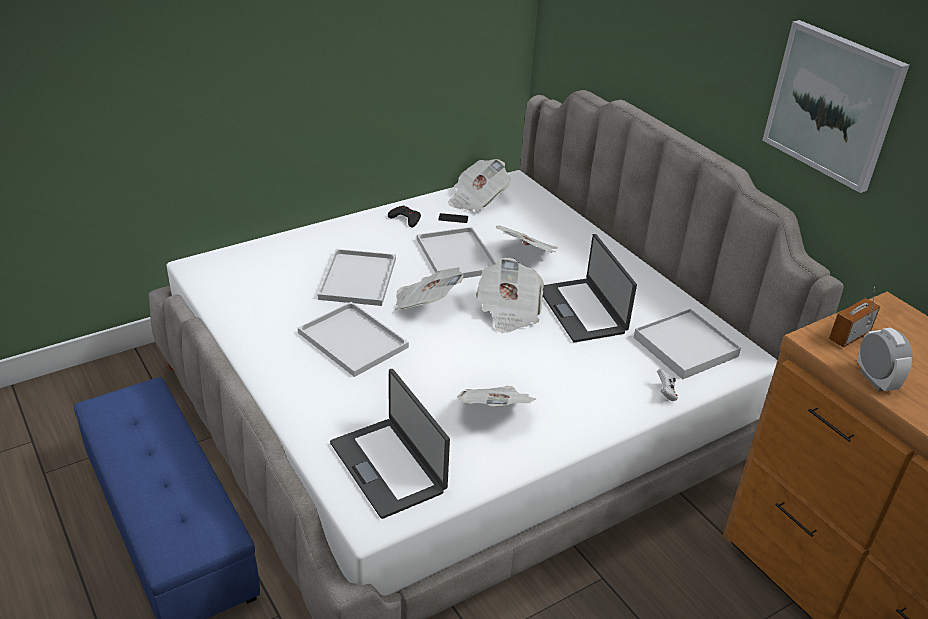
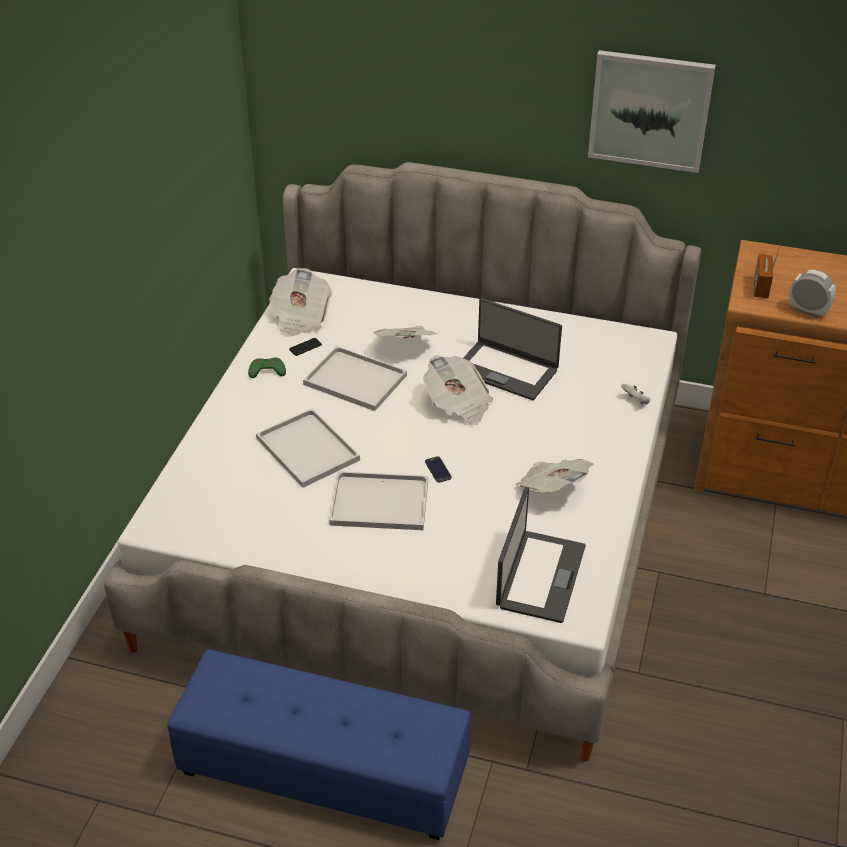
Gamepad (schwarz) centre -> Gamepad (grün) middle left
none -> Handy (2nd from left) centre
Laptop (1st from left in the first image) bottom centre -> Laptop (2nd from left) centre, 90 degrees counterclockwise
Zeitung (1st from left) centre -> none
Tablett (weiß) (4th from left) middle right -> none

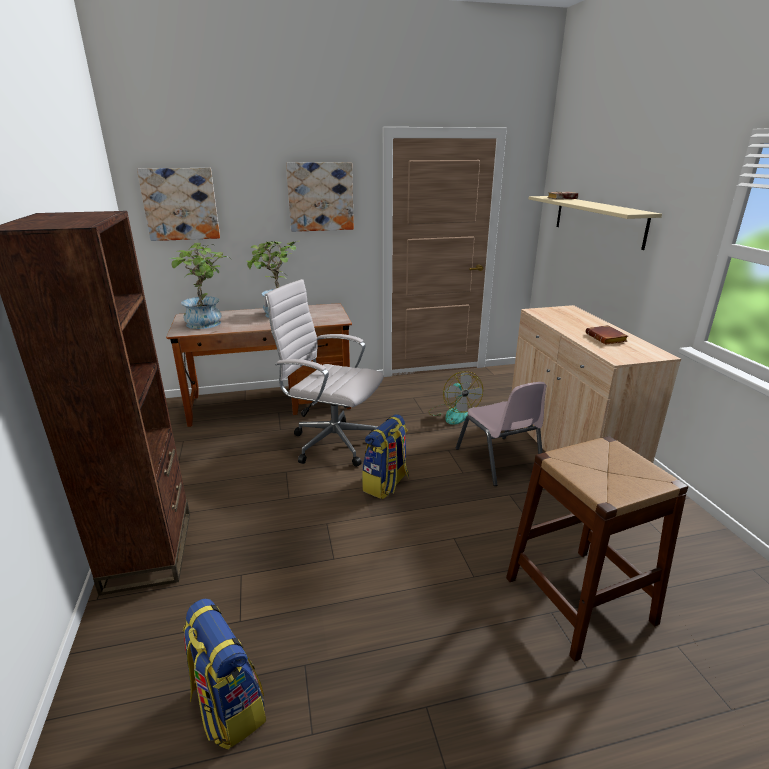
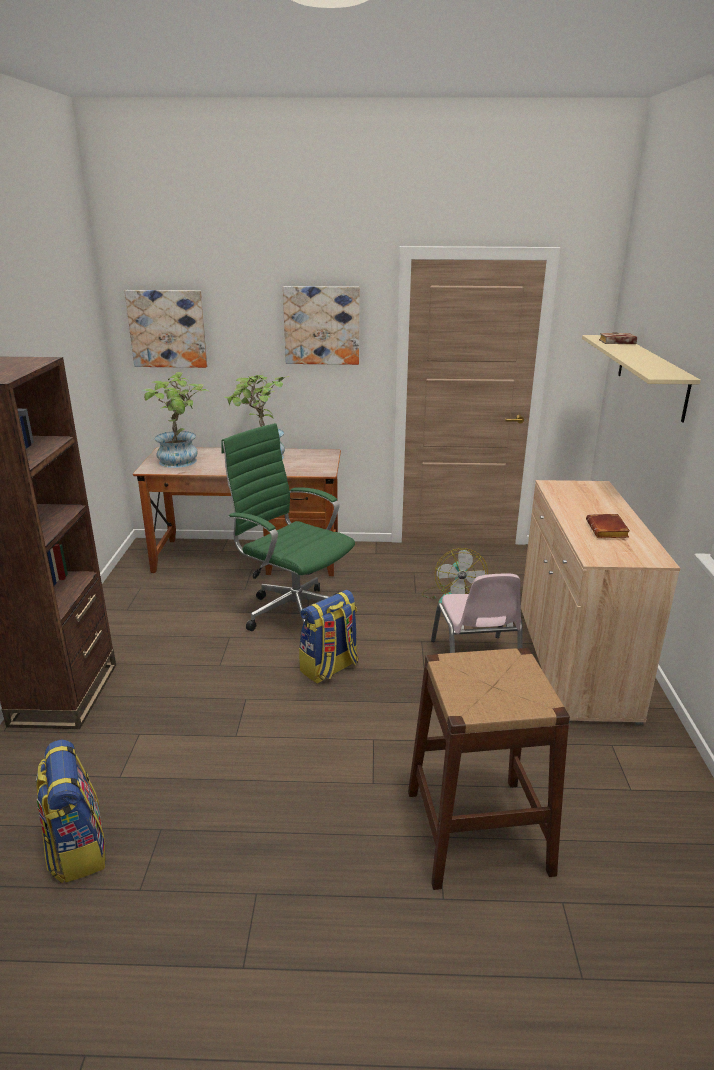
Bürostuhl (weiß) centre -> Bürostuhl (grün) centre

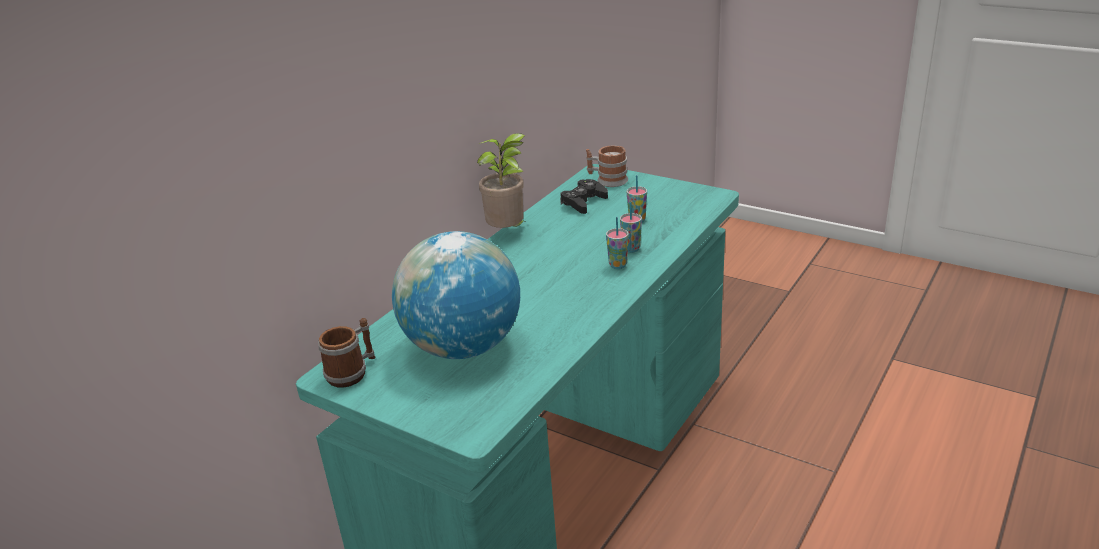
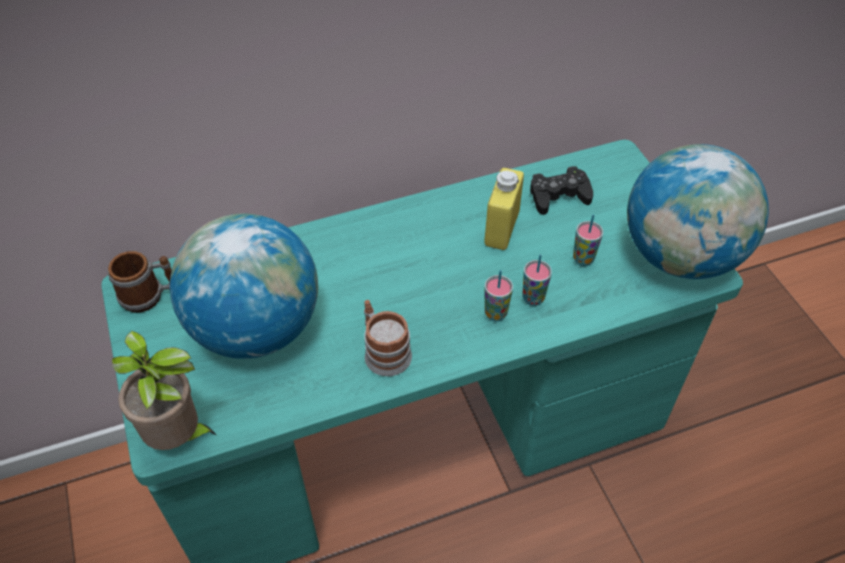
Topfpflanze top centre -> Topfpflanze bottom left, moved
Henkelbecher (2nd from left) top centre -> Henkelbecher (2nd from left) centre, moved
none -> Flasche (gelb) centre
none -> Globus (2nd from left) middle right

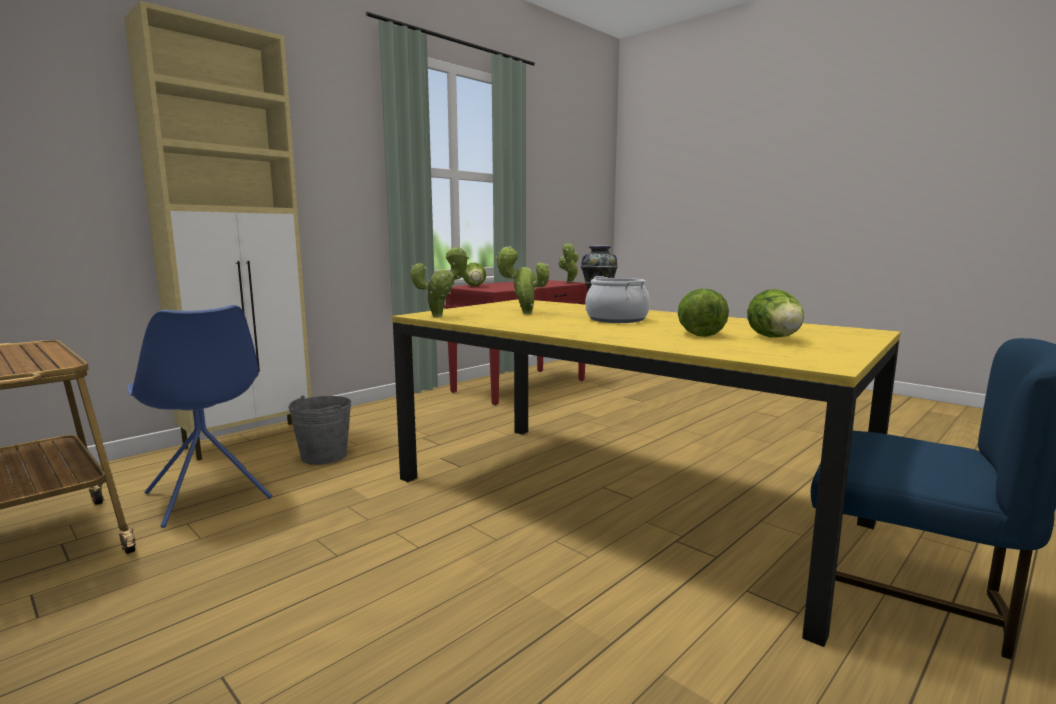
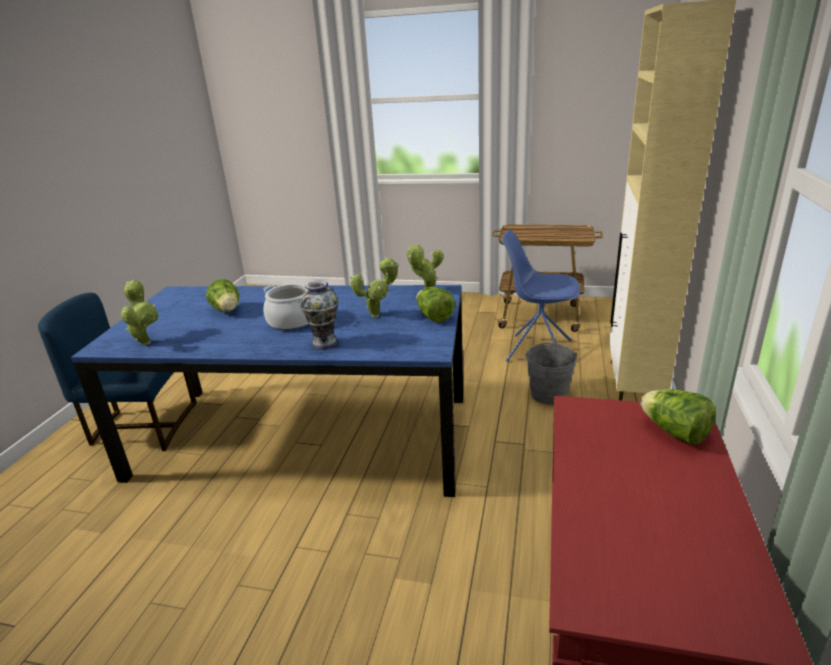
Esstisch (gelb) bottom centre -> Esstisch (blau) middle left
Topfpflanze (3rd from left in the first image) centre -> Topfpflanze (1st from left) middle left, moved
Salatkopf (3rd from left in the first image) middle right -> Salatkopf (2nd from left) centre, moved

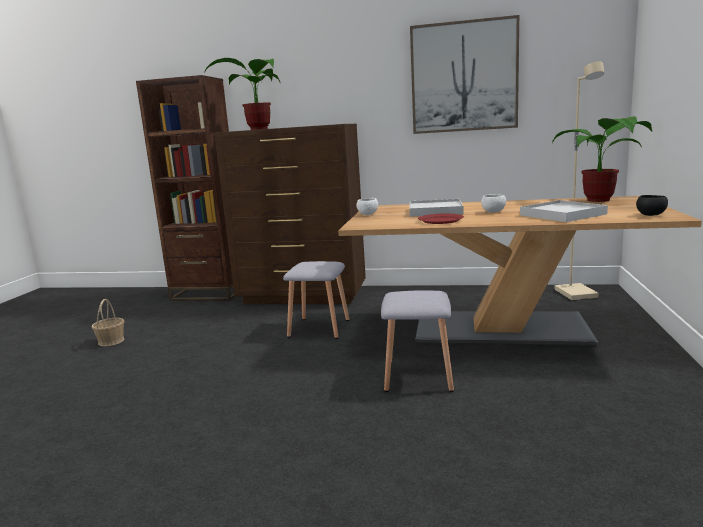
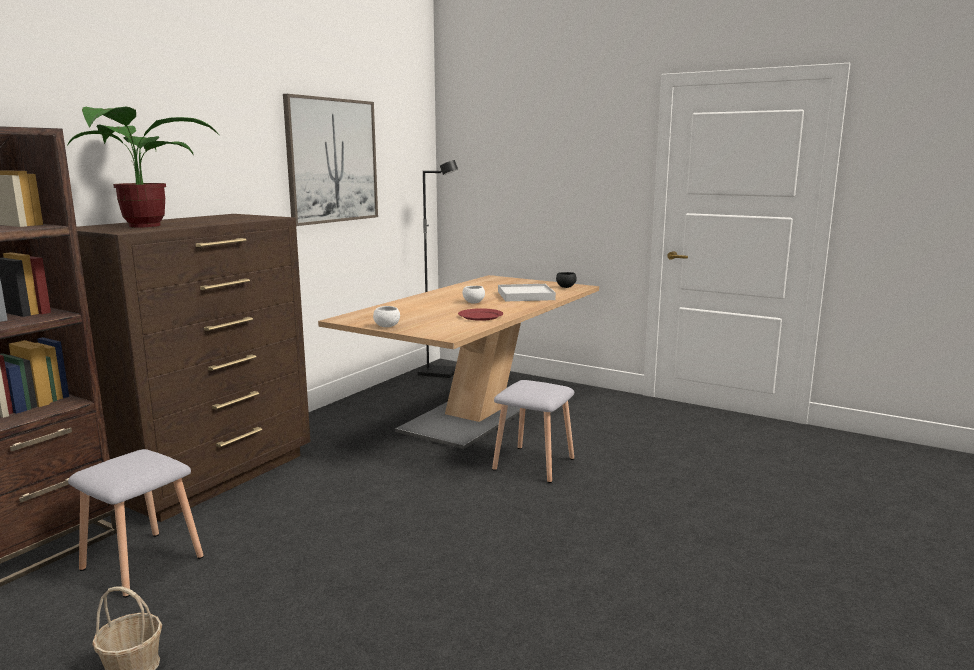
Hocker (grau) (1st from left) centre -> Hocker (grau) (1st from left) bottom left, moved
Stehlampe (beige) middle right -> Stehlampe (schwarz) centre
Tablett (weiß) (1st from left) centre -> none
Topfpflanze (2nd from left) top right -> none

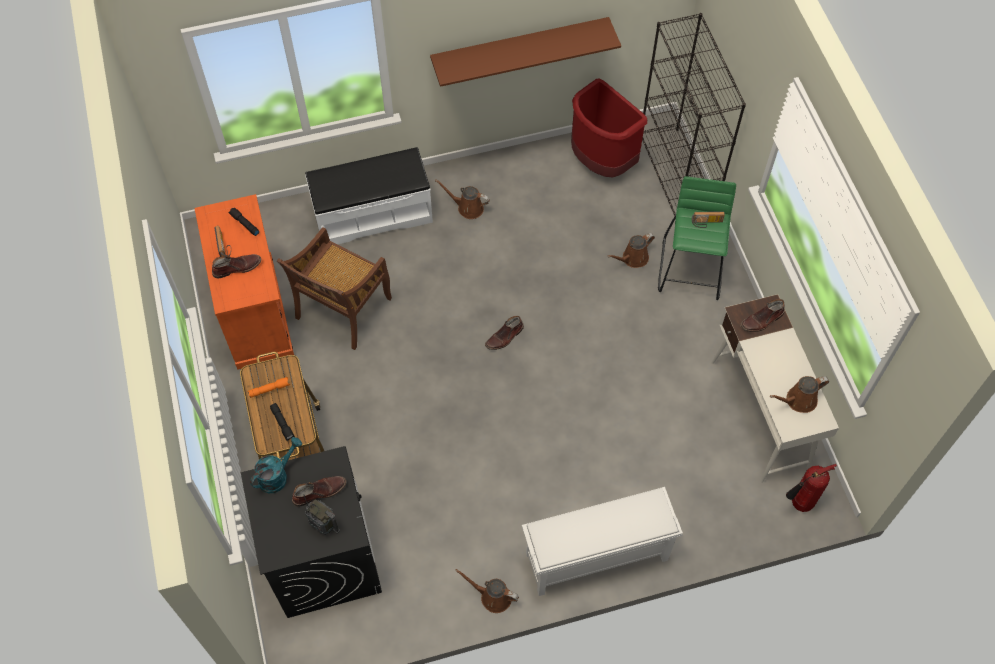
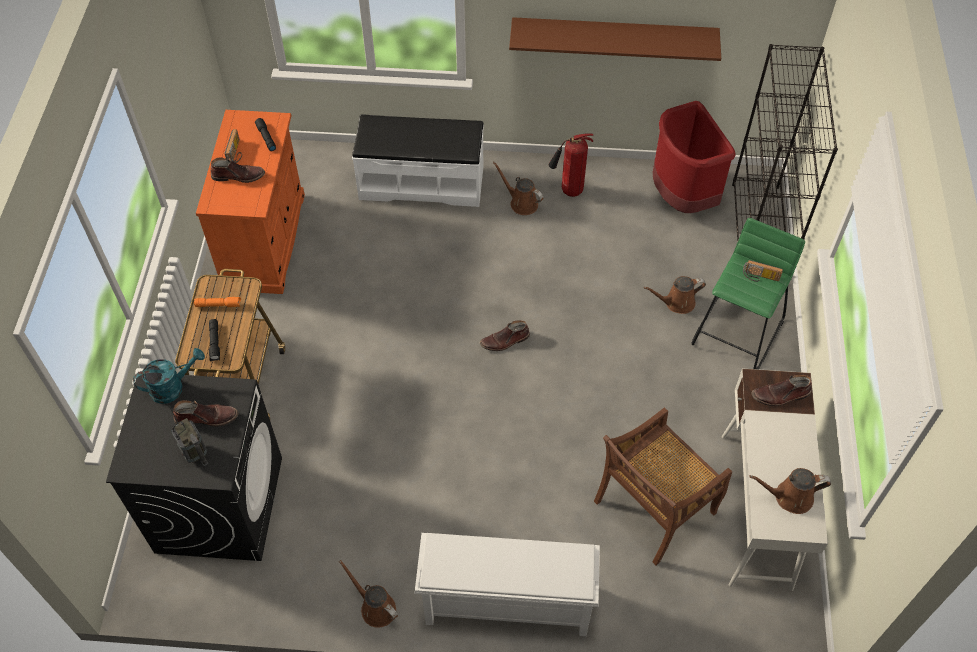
Feuerlöscher bottom right -> Feuerlöscher top centre, moved
Stuhl (braun) centre -> Stuhl (braun) bottom right, moved

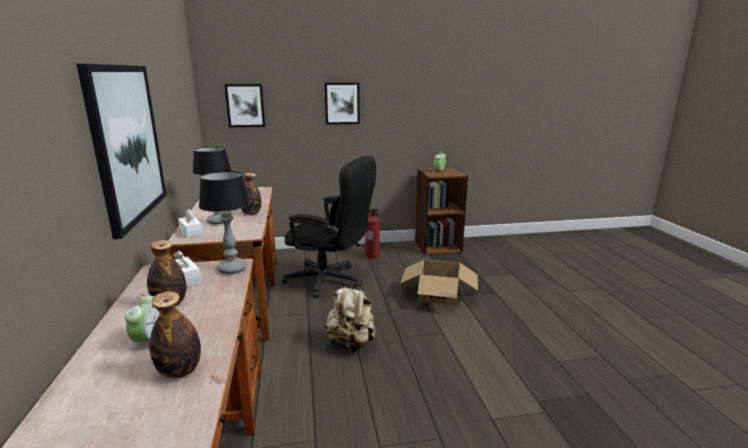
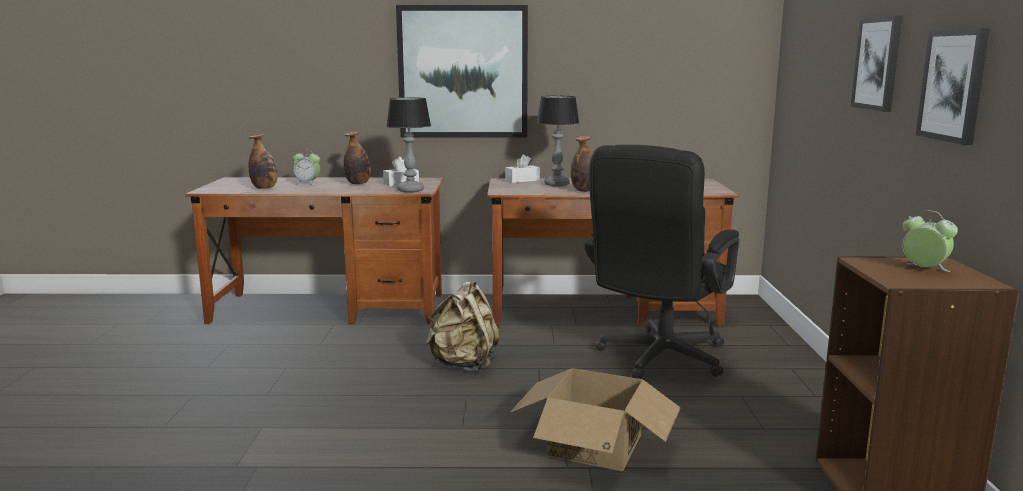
Bild (2nd from left in the first image) top left -> Bild (3rd from left) top right, moved
Feuerlöscher centre -> none

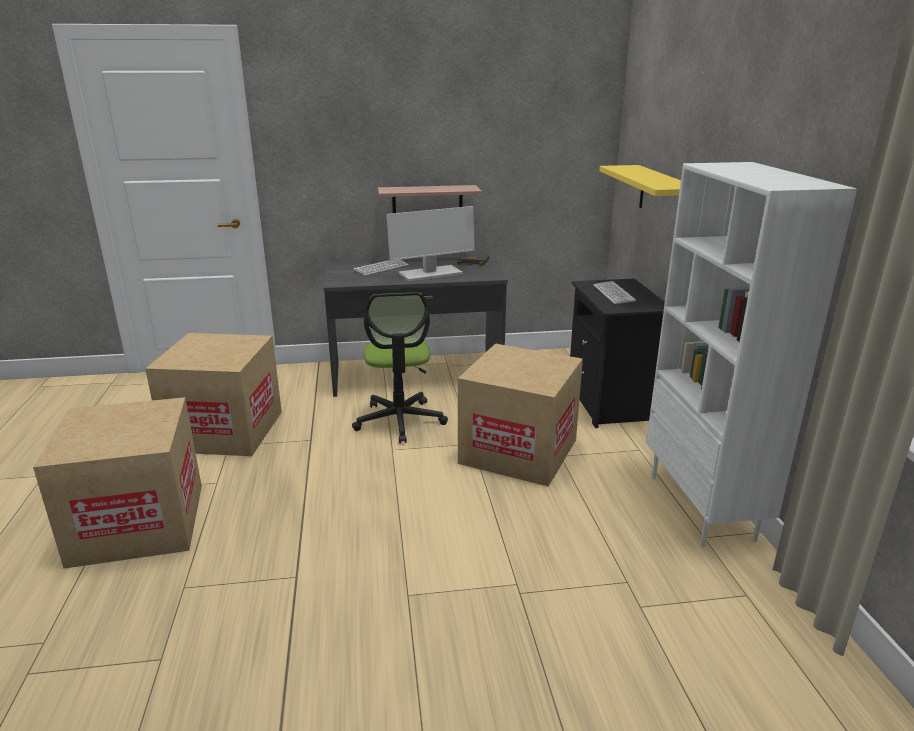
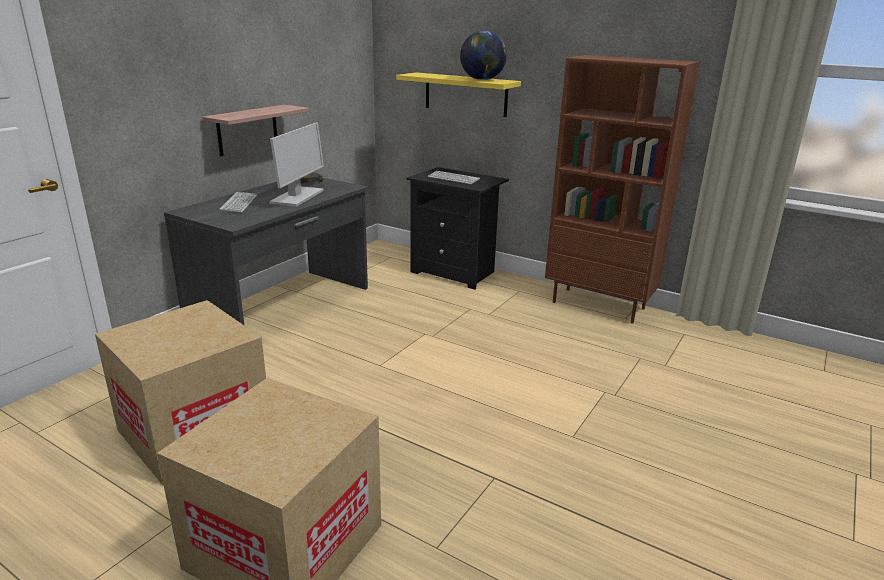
none -> Globus top centre
Bücherregal (weiß) middle right -> Bücherregal (braun) top right
Bürostuhl centre -> none
Karton (3rd from left) centre -> none

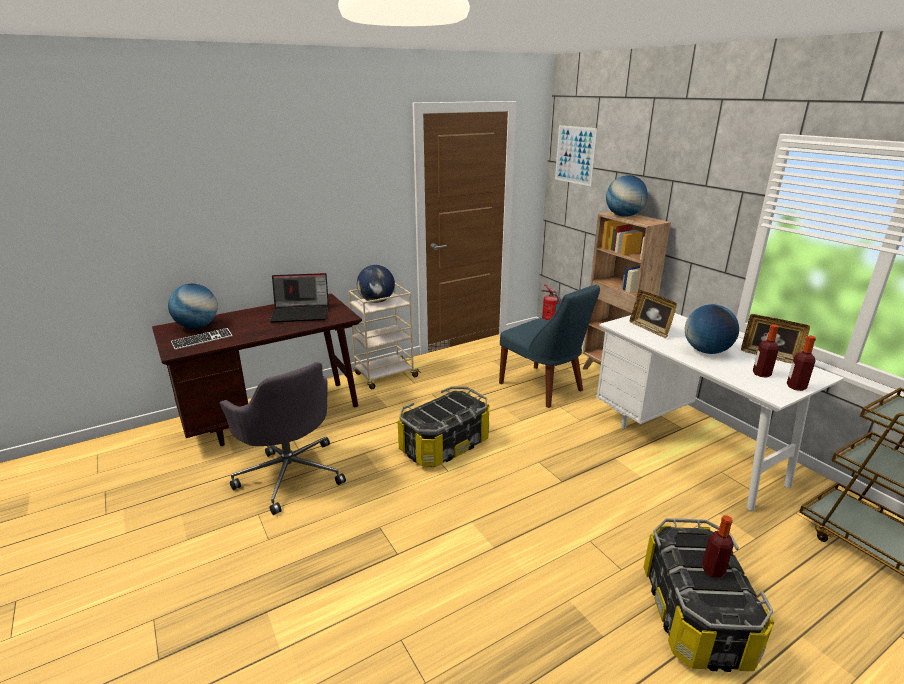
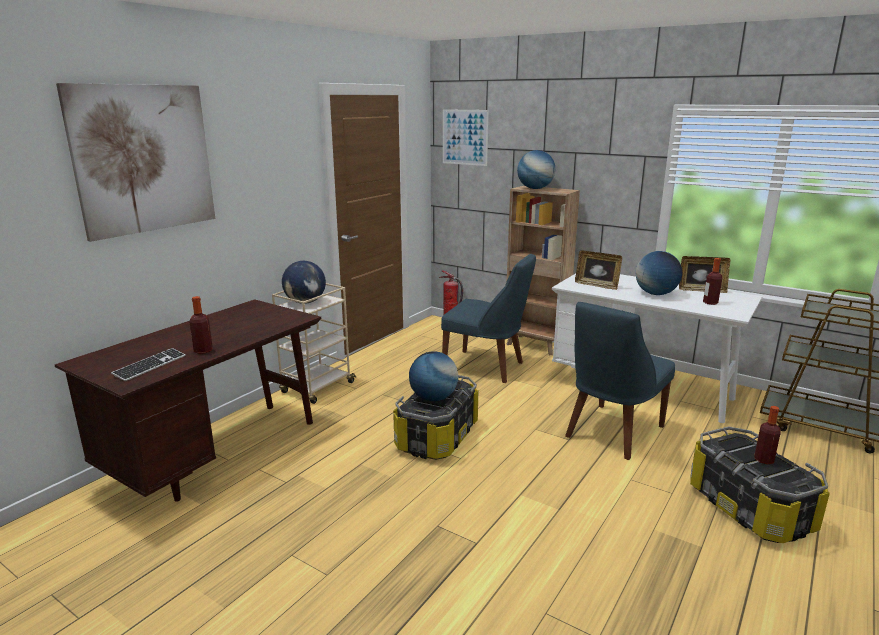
none -> Bild (1st from left) top left
Flasche (3rd from left in the first image) middle right -> Flasche (1st from left) middle left, moved
Globus (1st from left in the first image) middle left -> Globus (2nd from left) centre, moved
none -> Stuhl (blau) (2nd from left) middle right
Bürostuhl (grau) middle left -> none
Laptop middle left -> none

